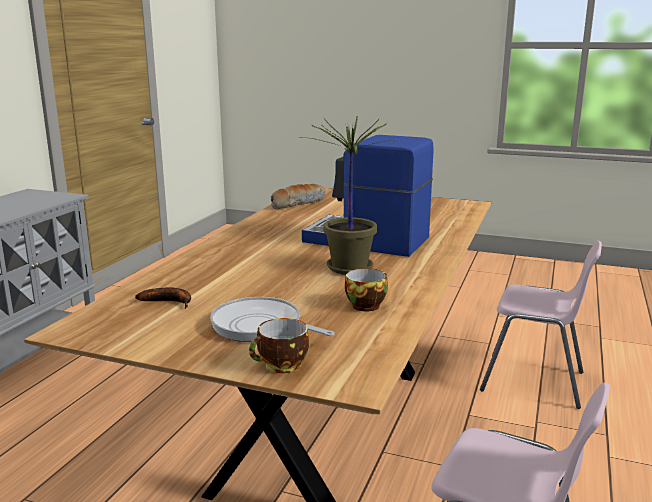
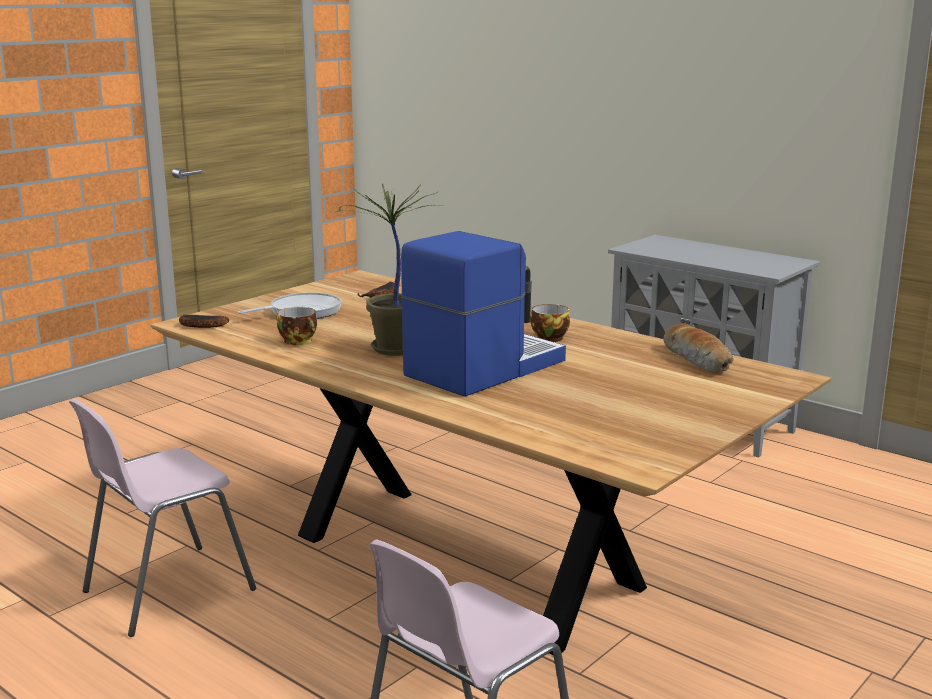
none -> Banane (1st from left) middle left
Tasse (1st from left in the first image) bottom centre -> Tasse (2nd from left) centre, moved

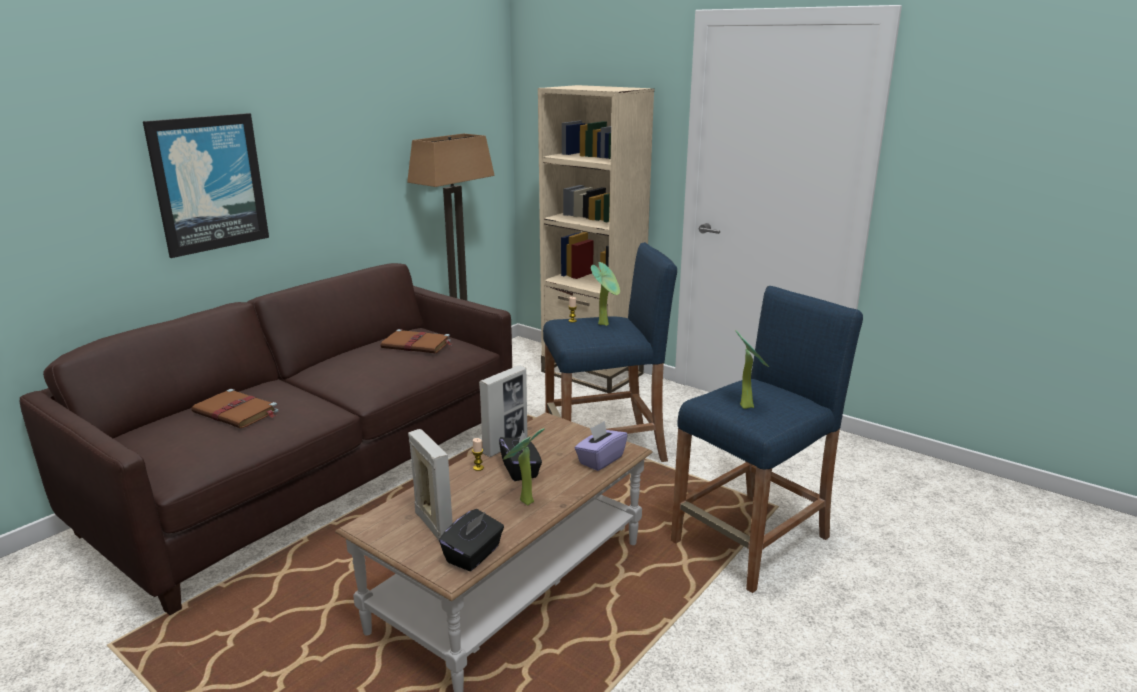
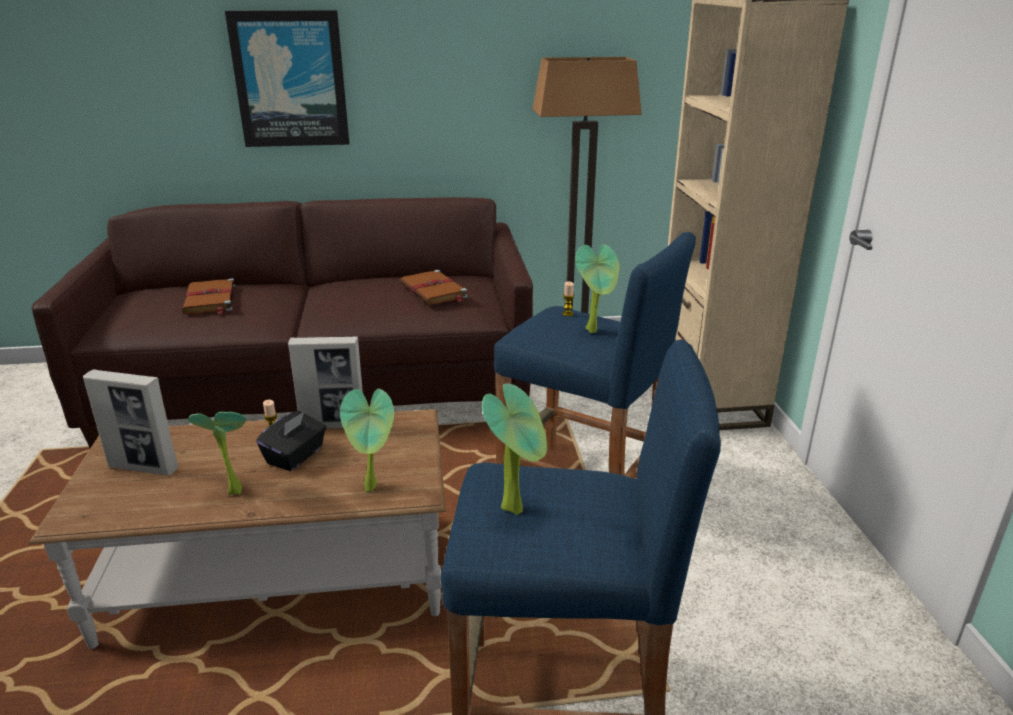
Bilderrahmen (1st from left) bottom centre -> Bilderrahmen (1st from left) middle left, 90 degrees clockwise
Taschentuchbox (lila) centre -> Topfpflanze (2nd from left) centre
Taschentuchbox (schwarz) (1st from left) bottom centre -> none

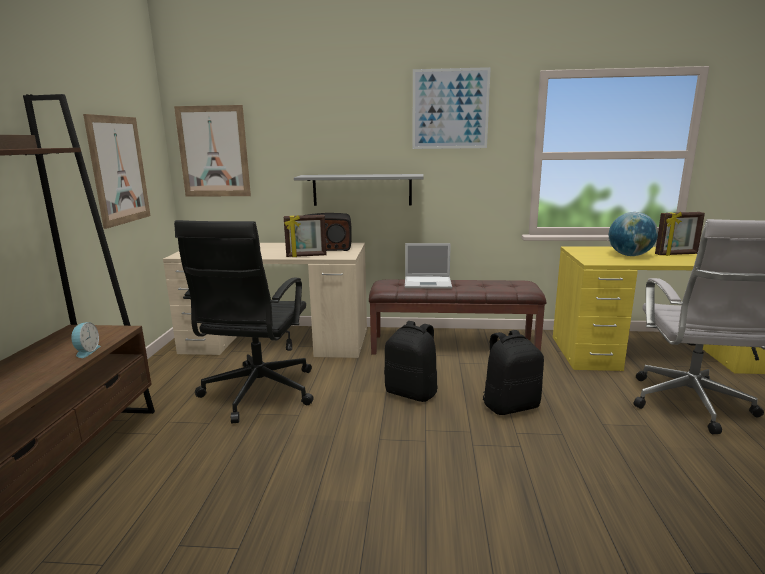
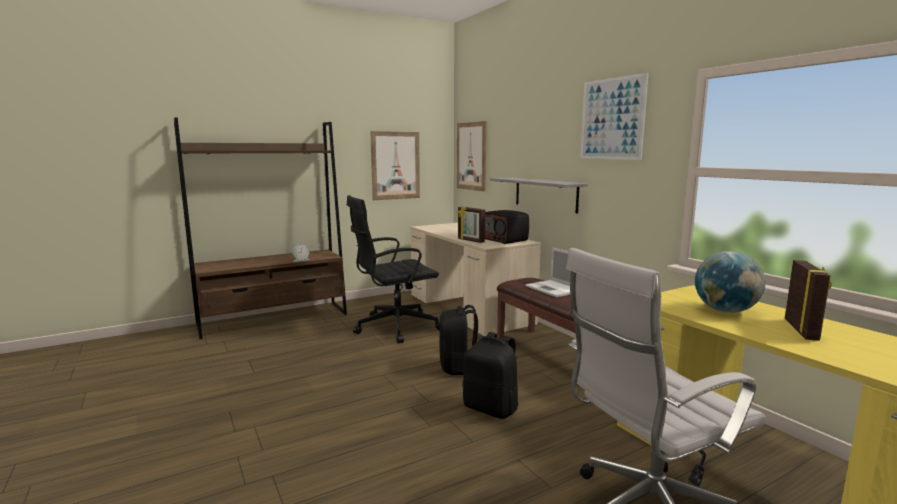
Bilderrahmen (2nd from left) middle right, 120 degrees counterclockwise

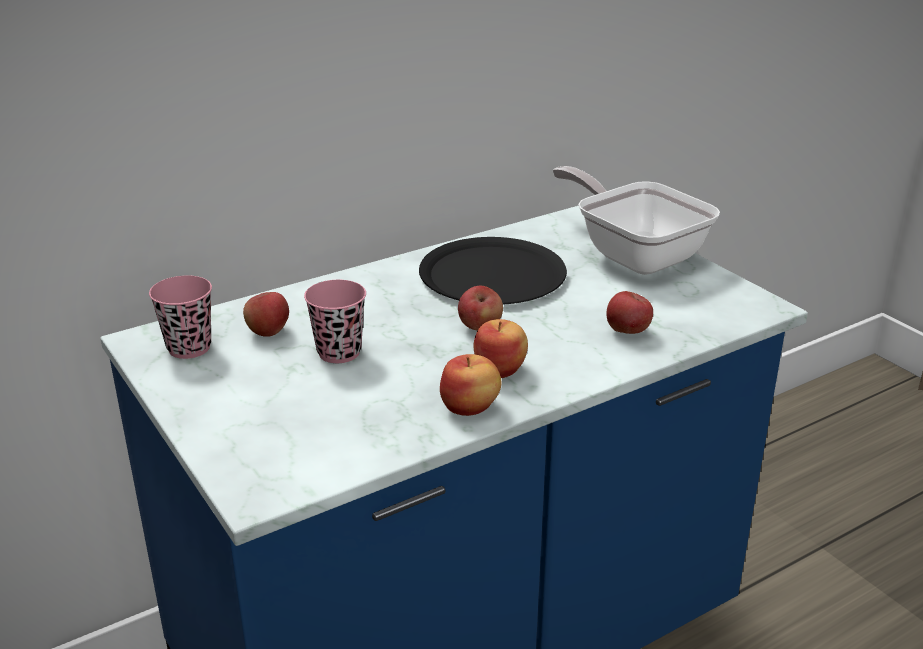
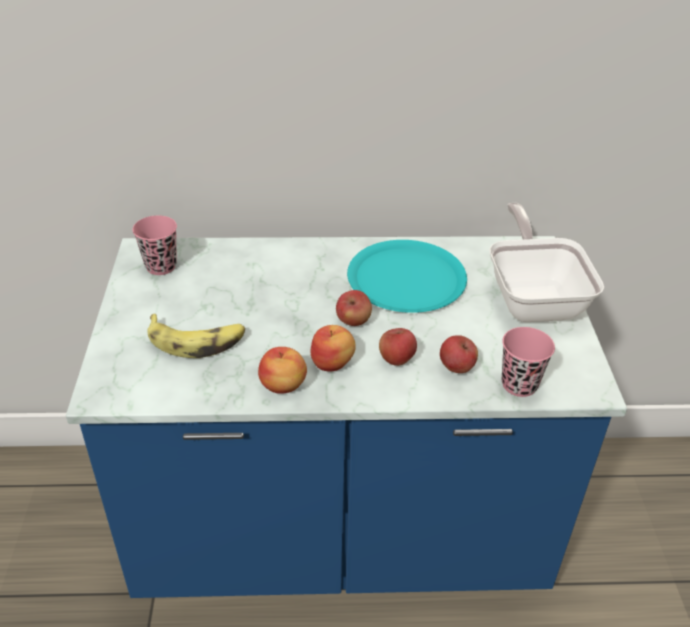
none -> Banane middle left
Teller (schwarz) centre -> Teller (türkis) centre
Apfel (1st from left in the first image) middle left -> Apfel (4th from left) centre, moved
Tasse (rosa) (2nd from left) centre -> Tasse (rosa) (2nd from left) middle right, moved

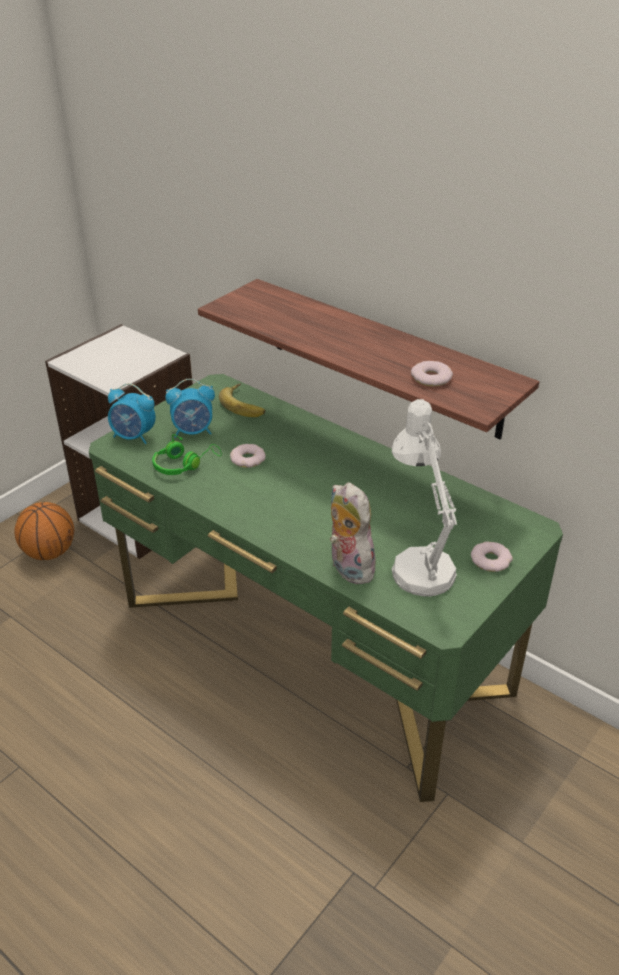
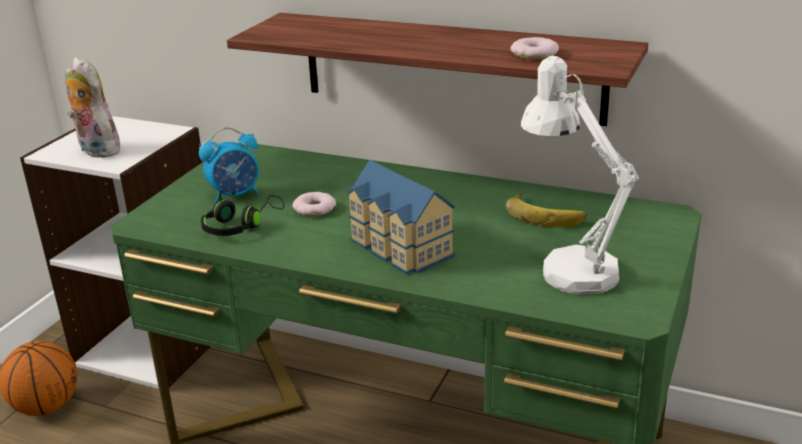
Plüschtier centre -> Plüschtier top left, moved
Kopfhörer (grün) middle left -> Kopfhörer (schwarz) middle left
none -> Spielzeughaus centre
Banane centre -> Banane middle right, moved
Wecker (1st from left) middle left -> none
Donut (3rd from left) middle right -> none

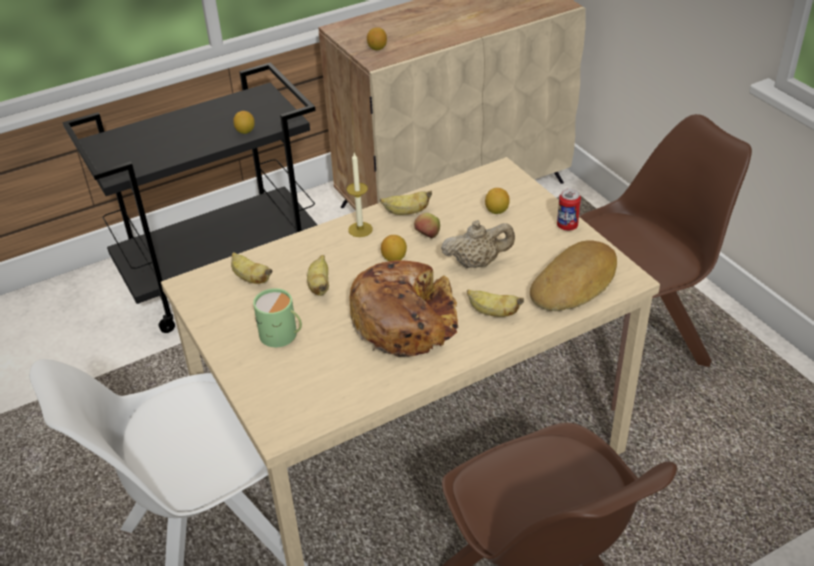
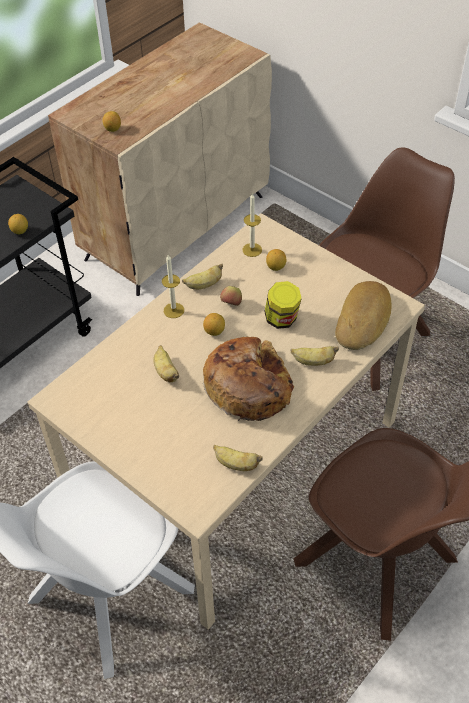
Banane (1st from left in the first image) middle left -> Banane (3rd from left) centre, moved
none -> Kerze (2nd from left) top centre
Teekanne (beige) centre -> Vorratsglas centre
Henkelbecher (grün) centre -> none
Dose middle right -> none

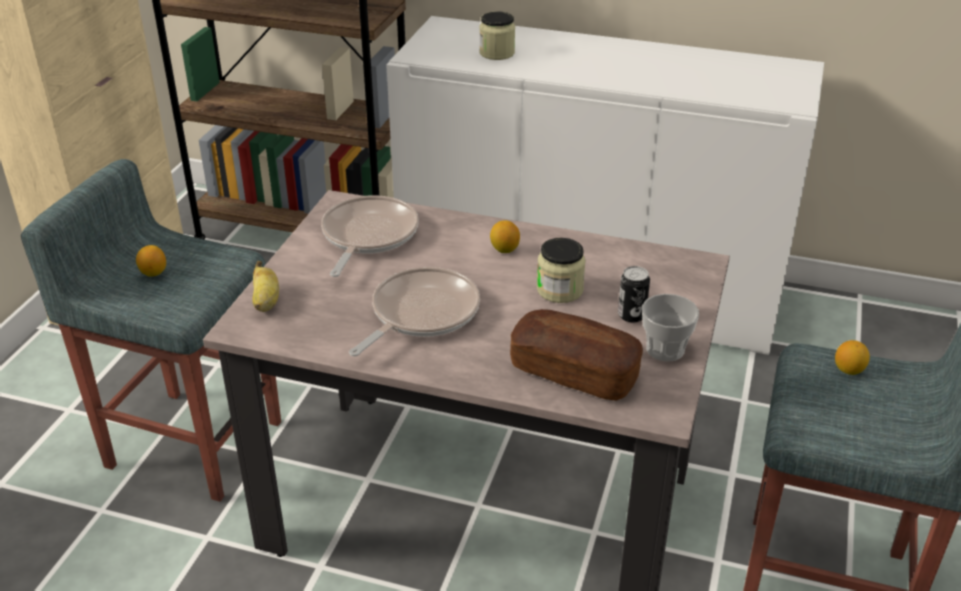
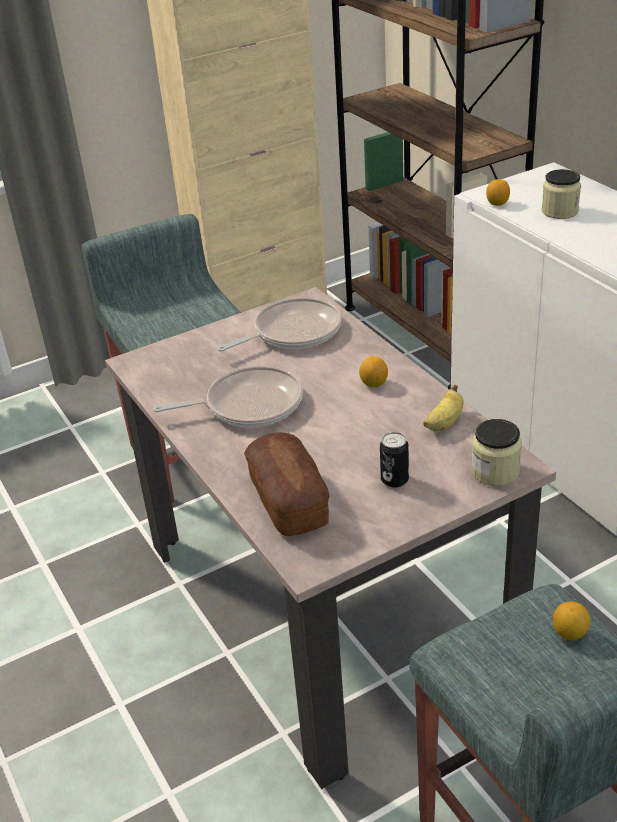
Banane middle left -> Banane middle right, moved
Vorratsglas (2nd from left in the first image) centre -> Vorratsglas (1st from left) middle right, moved
Zitrone (1st from left in the first image) middle left -> Zitrone (2nd from left) top right, moved
Tasse middle right -> none

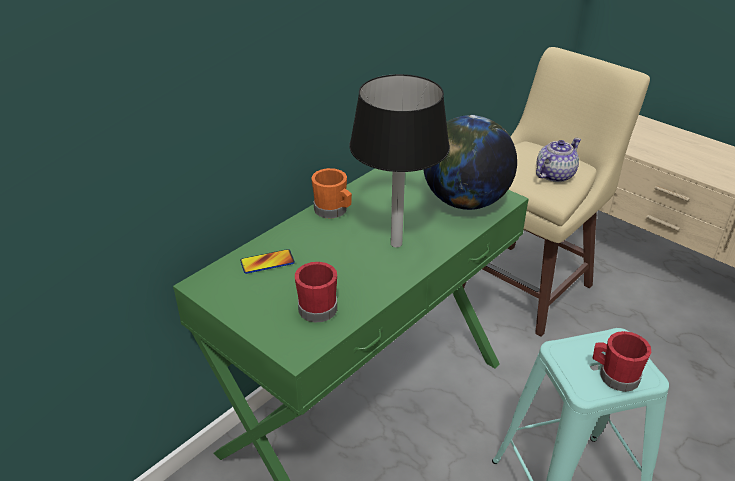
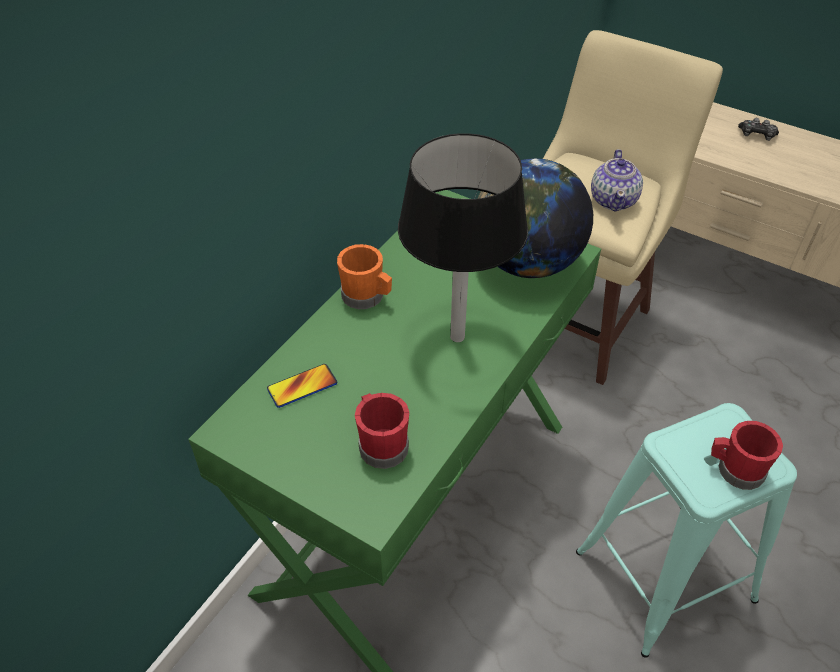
Teekanne top right, 150 degrees clockwise
none -> Gamepad top right

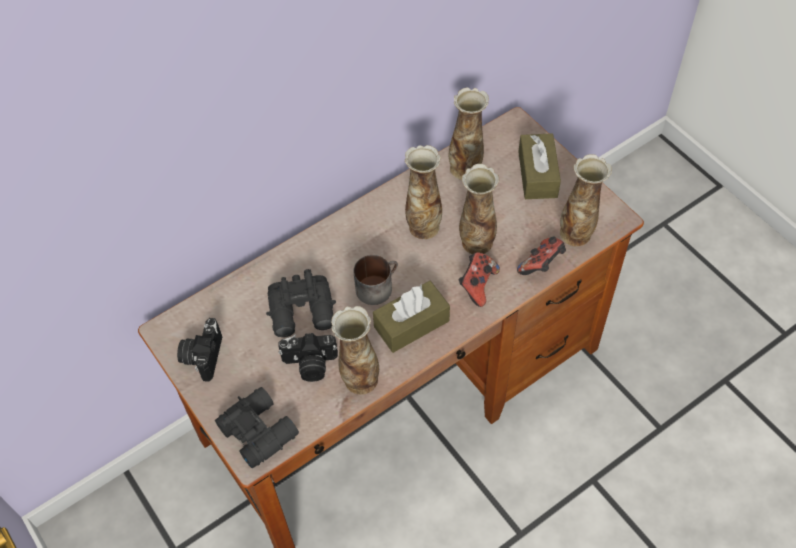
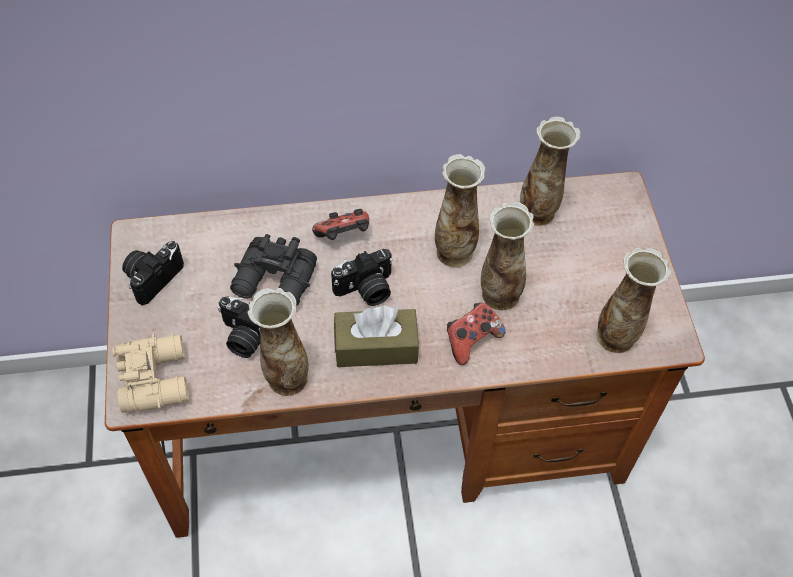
Fernglas (schwarz) (1st from left) bottom left -> Fernglas (beige) middle left
Gamepad (2nd from left in the first image) middle right -> Gamepad (1st from left) centre, moved
Henkelbecher centre -> Kamera (3rd from left) centre
Taschentuchbox (braun) (2nd from left) top right -> none

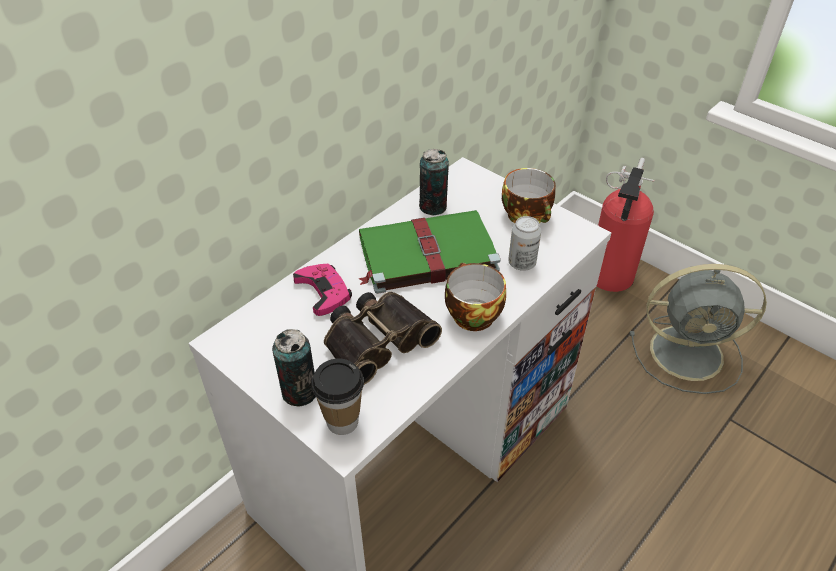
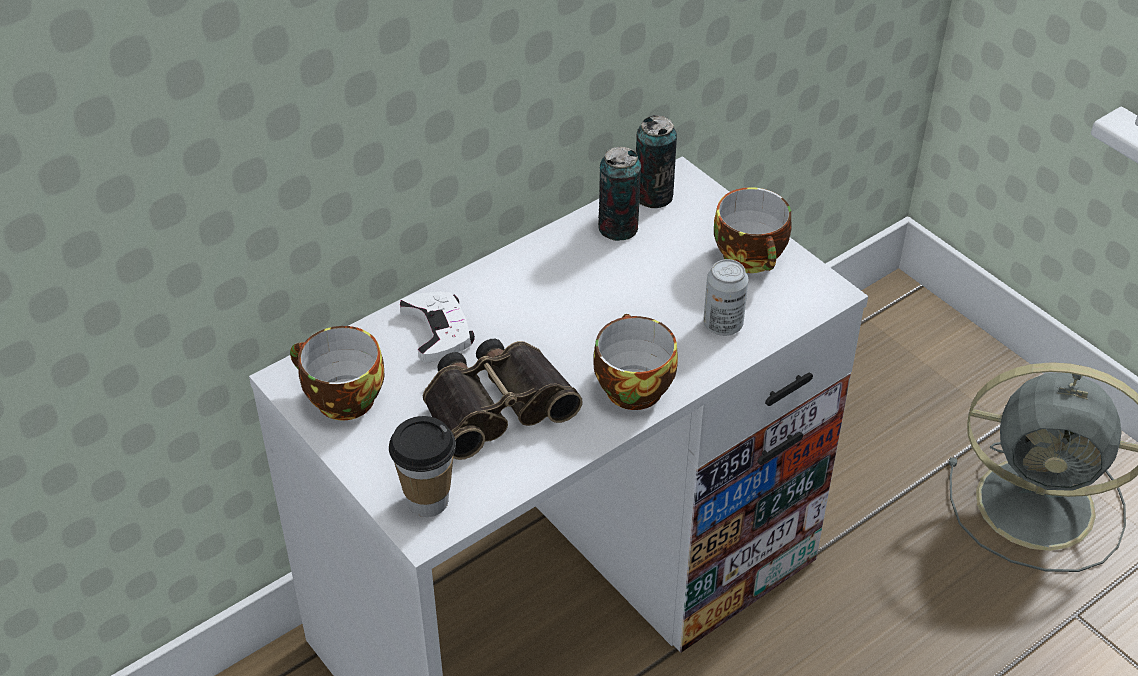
none -> Tasse (1st from left) middle left
Gamepad (rosa) centre -> Gamepad (weiß) centre
Dose (1st from left in the first image) centre -> Dose (2nd from left) top centre, moved
Buch (grün) centre -> none
Feuerlöscher middle right -> none

